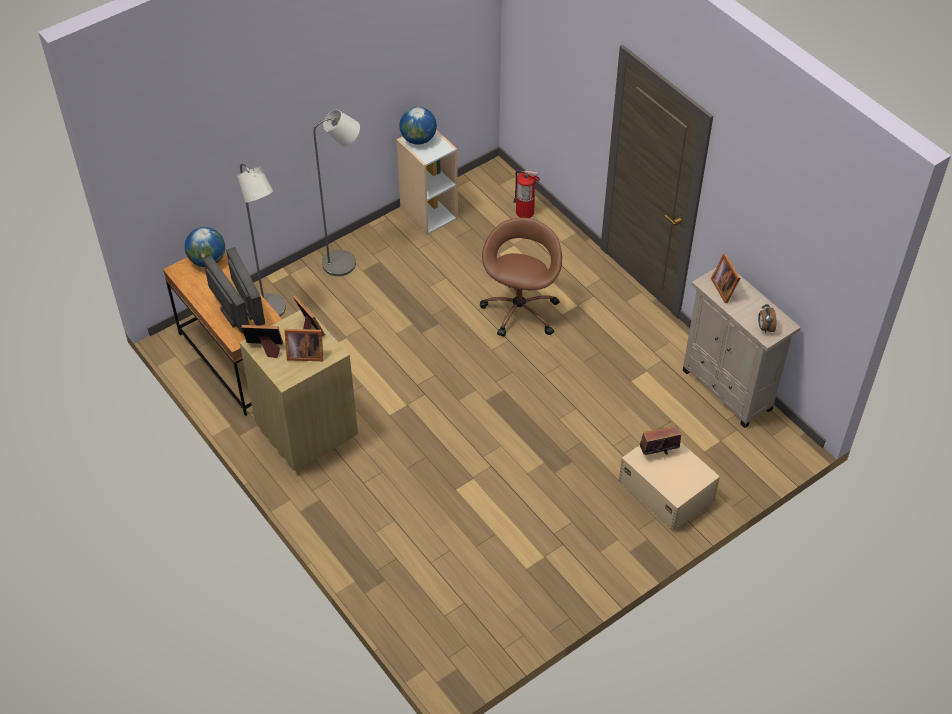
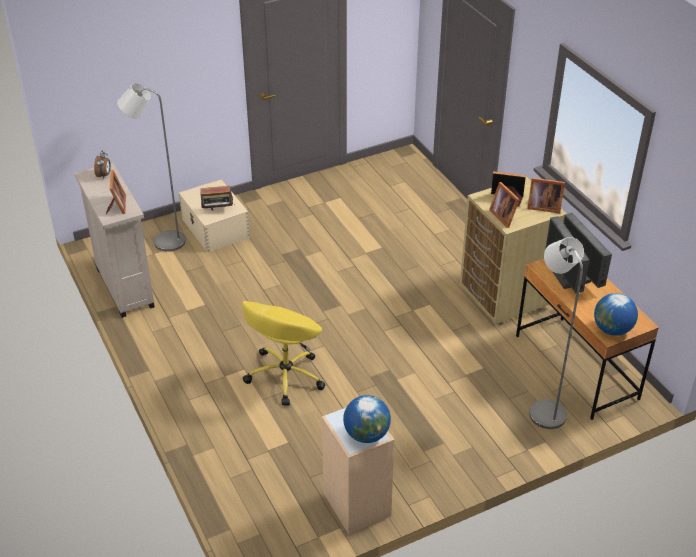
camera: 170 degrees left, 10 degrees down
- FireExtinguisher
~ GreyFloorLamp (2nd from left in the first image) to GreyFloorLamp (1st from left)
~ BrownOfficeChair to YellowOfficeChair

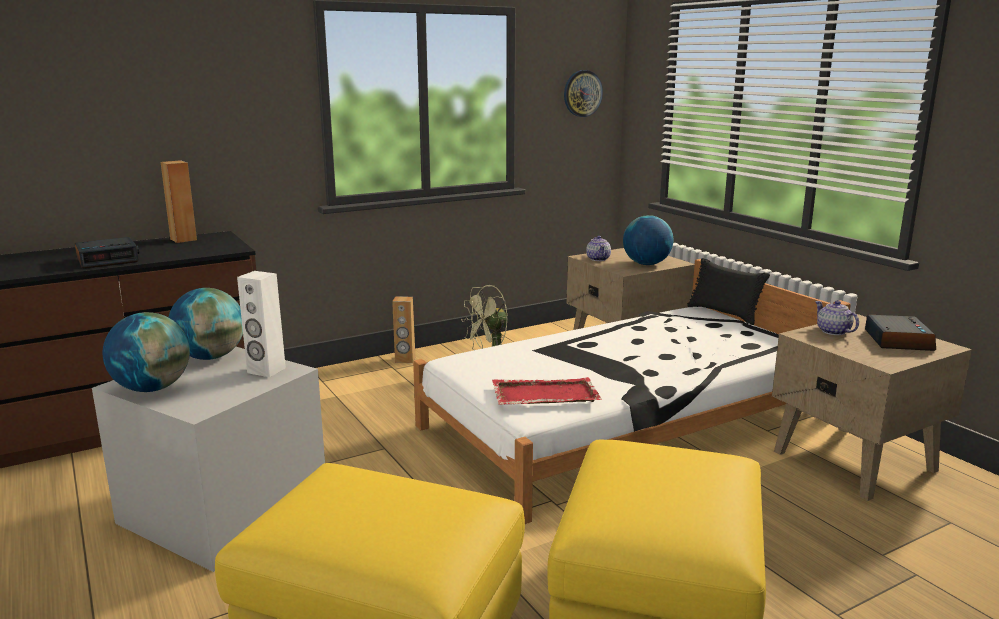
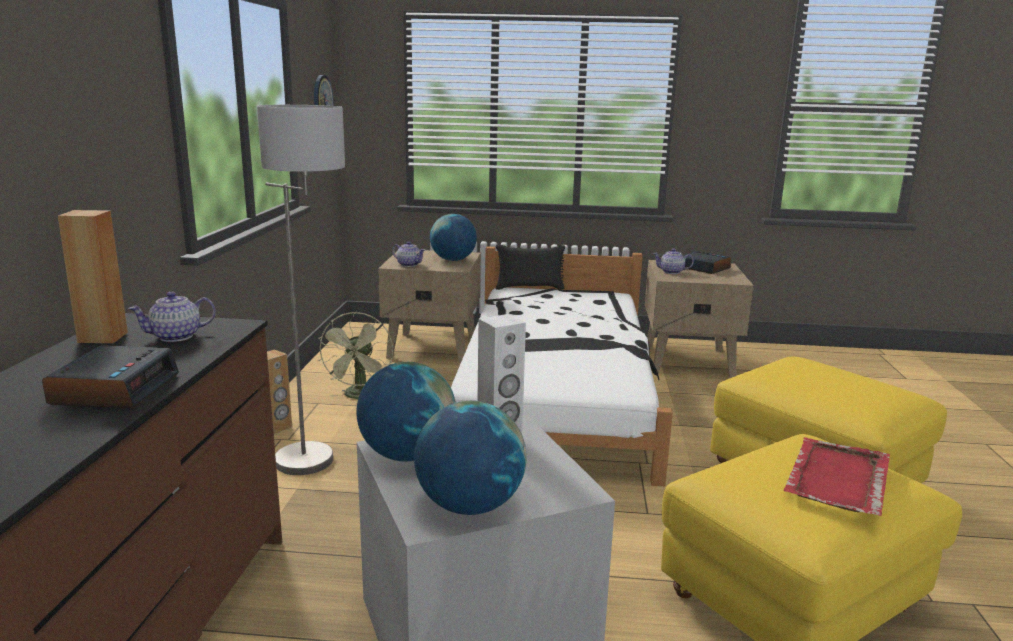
camera: 55 degrees left, 0 degrees up
+ Teapot (1st from left)
+ GreyFloorLamp
~ RedTray

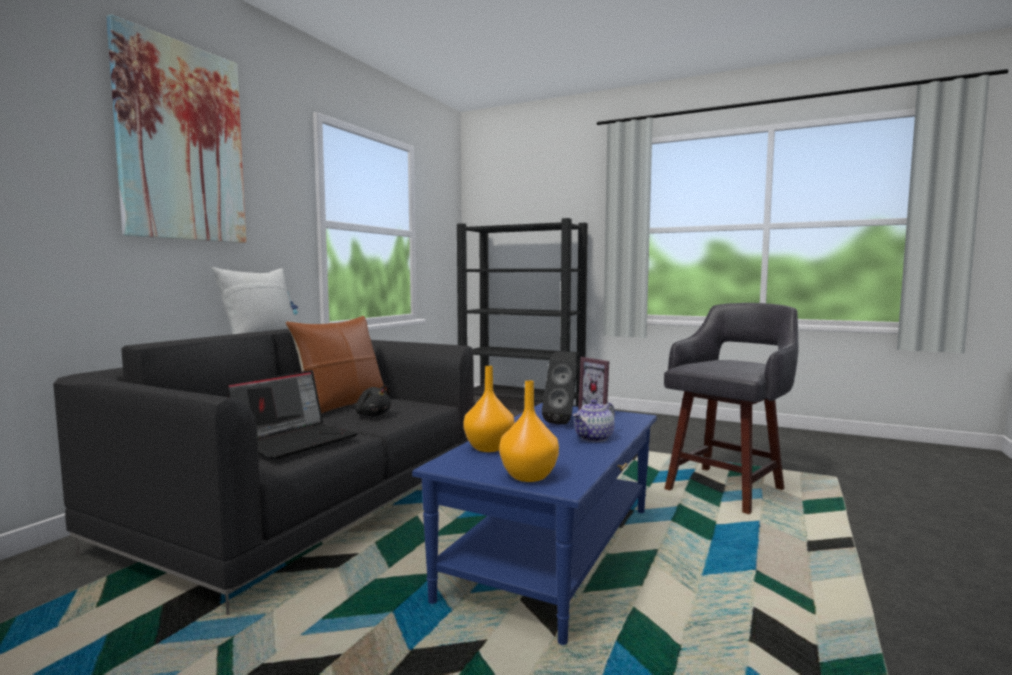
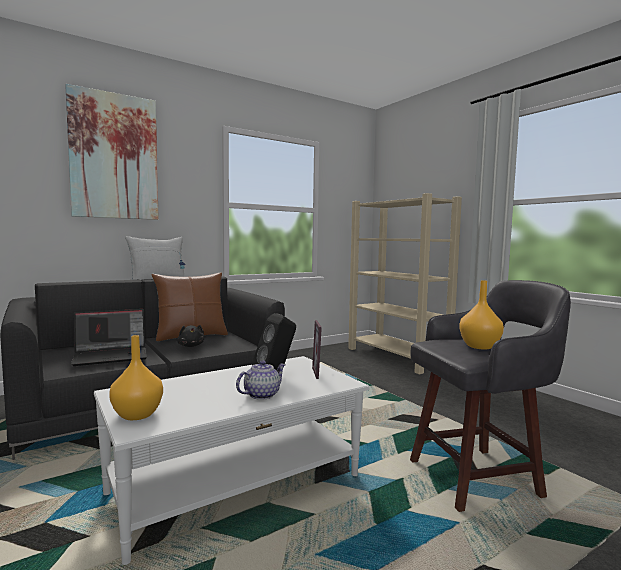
camera: 30 degrees right, 0 degrees up
~ OrangeVase (1st from left in the first image) to OrangeVase (2nd from left)
~ BlueCoffeeTable to WhiteCoffeeTable
~ BlackBookcase to BeigeBookcase
~ Teapot 150 degrees clockwise

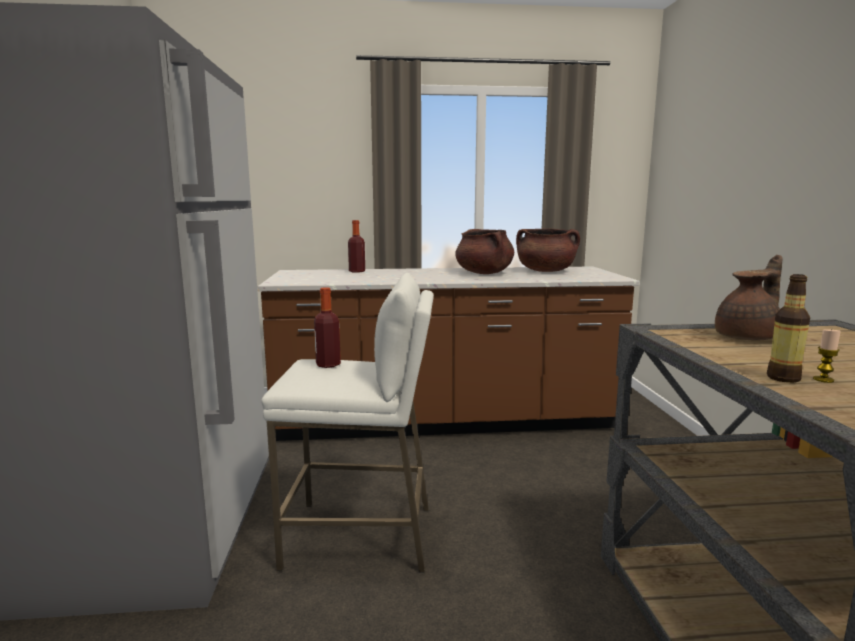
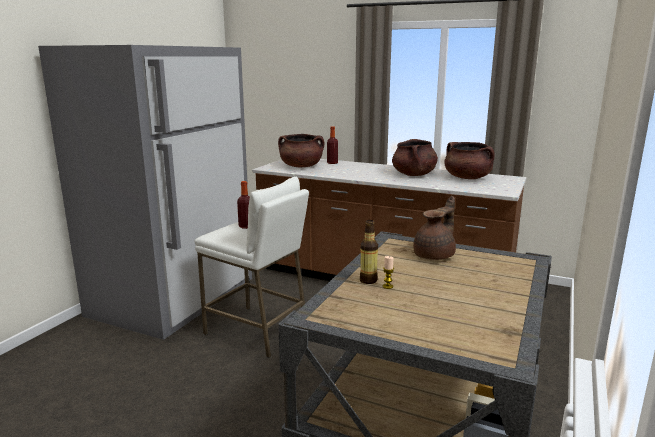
camera: 30 degrees right, 5 degrees up
+ BrownCookingPot (1st from left)
~ BrownTeapot 45 degrees counterclockwise

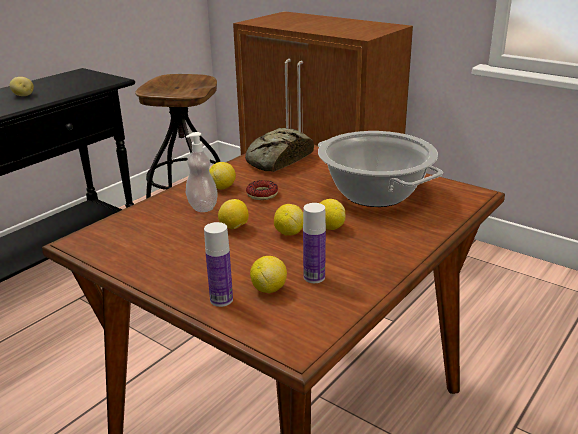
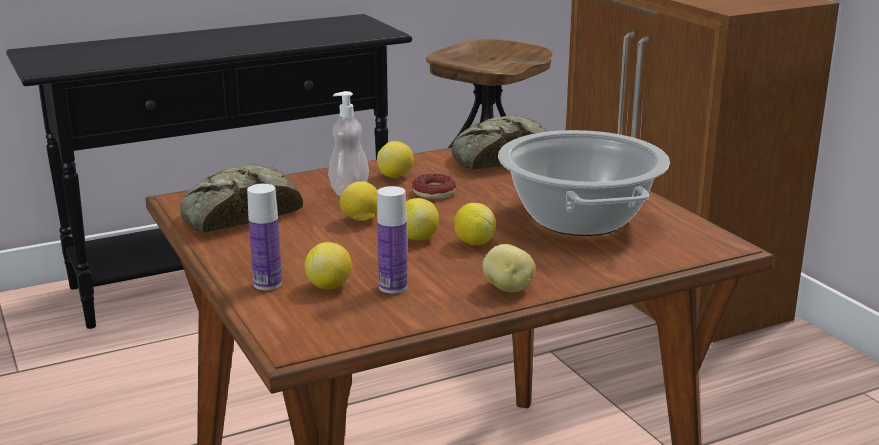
camera: 25 degrees right, 5 degrees down
+ Bread (1st from left)
~ Potato

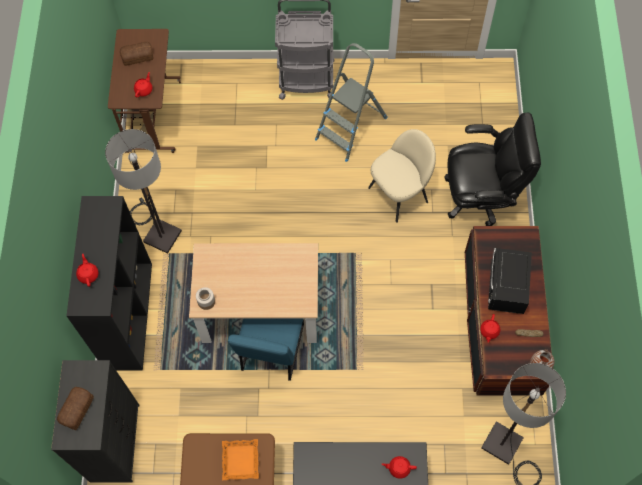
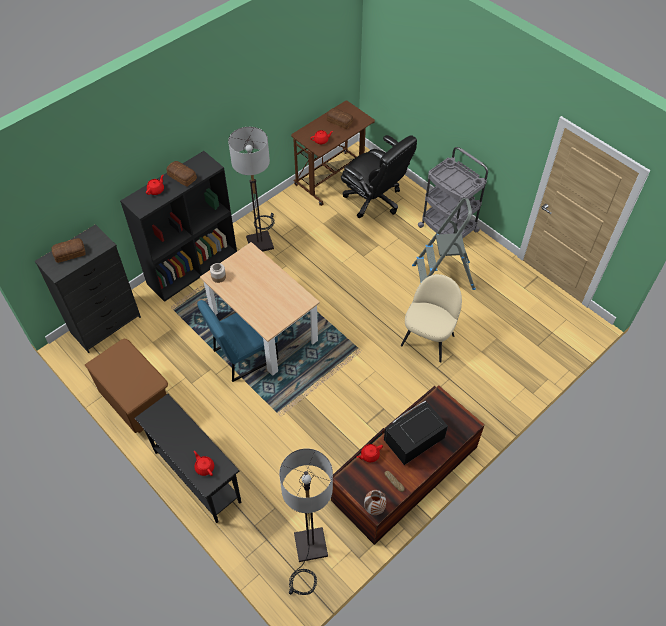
camera: 45 degrees right, 10 degrees down
- OrangeTray
+ Bread (2nd from left)
~ BlackOfficeChair
~ BeigeChair 75 degrees counterclockwise

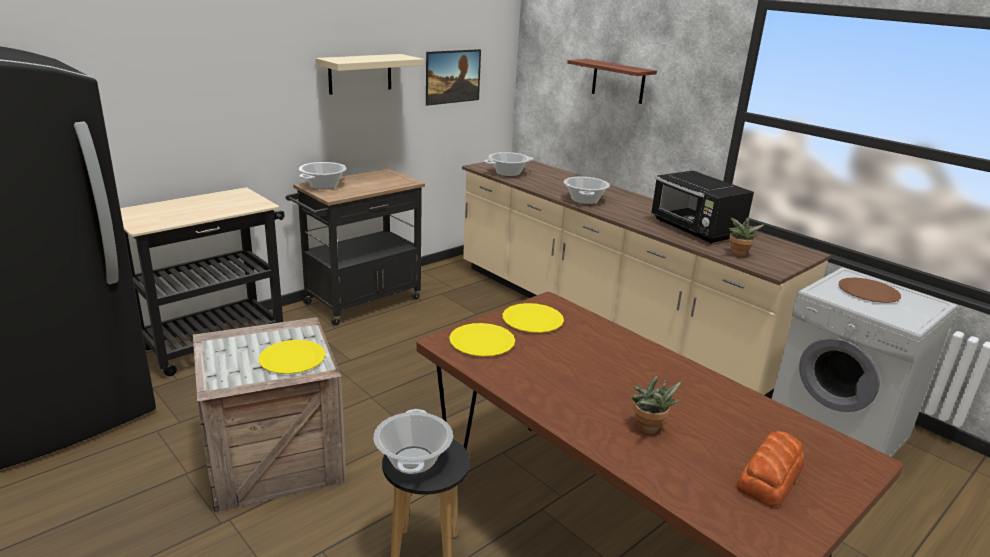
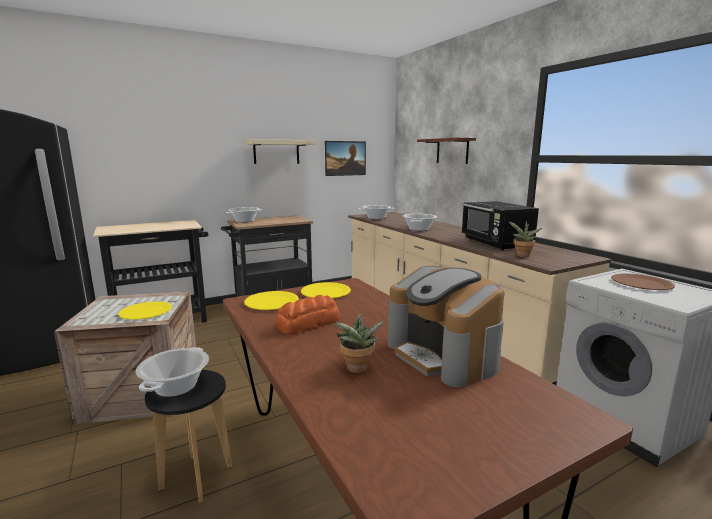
camera: 15 degrees right, 10 degrees down
+ CoffeeMachine
~ Bread

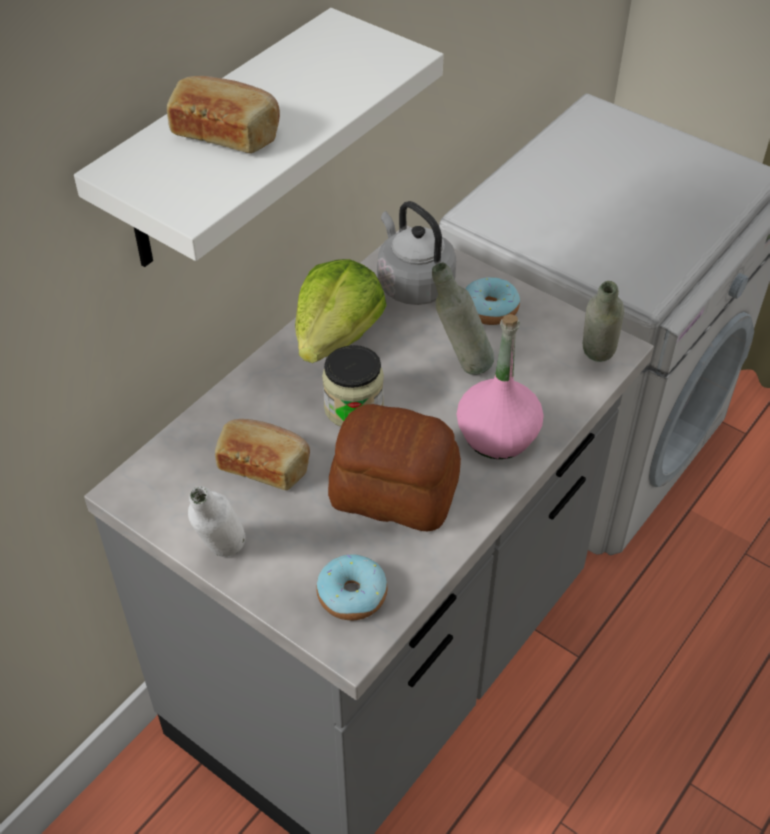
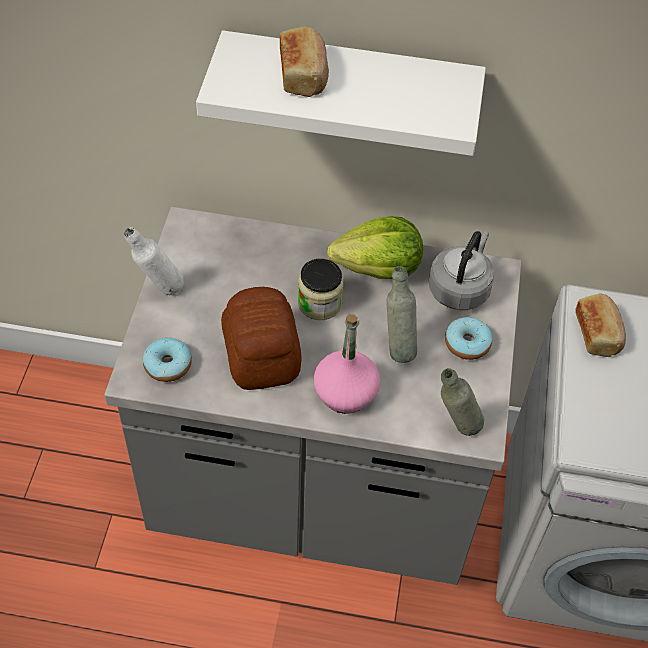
camera: 60 degrees right, 5 degrees up
~ Bread (2nd from left in the first image) to Bread (3rd from left)

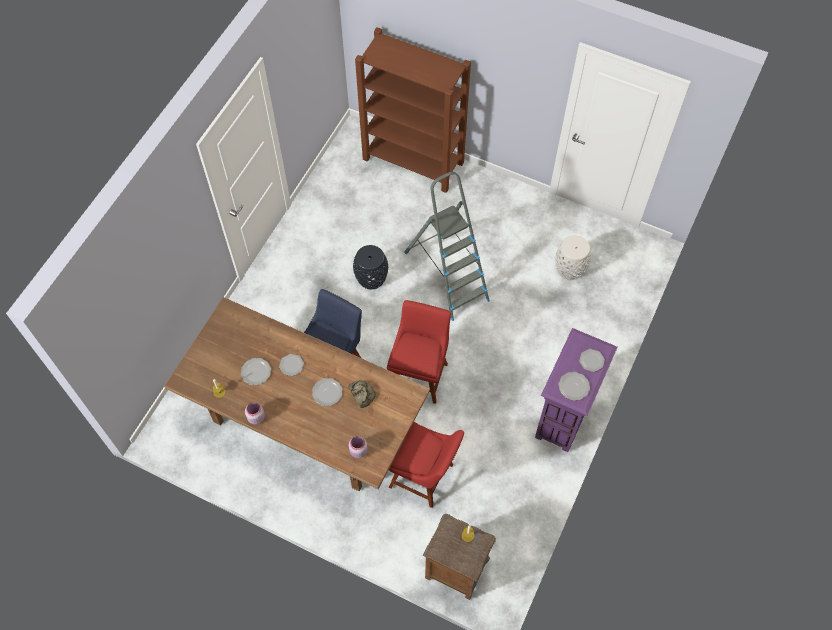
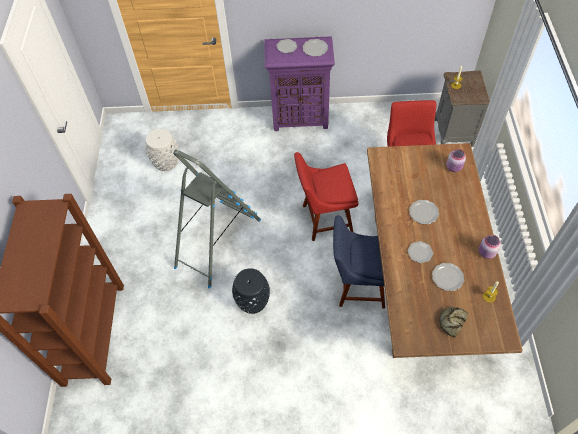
camera: 115 degrees left, 5 degrees down
~ Bread

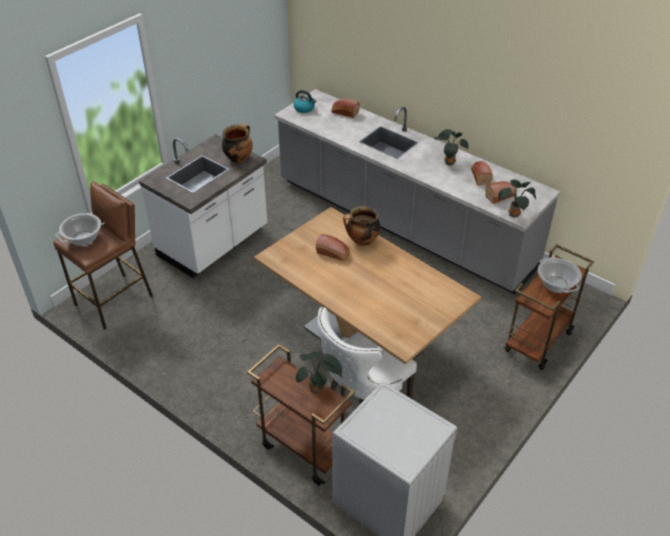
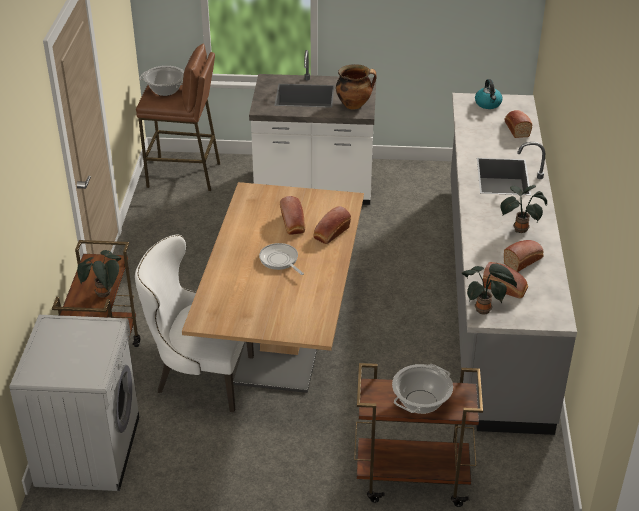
camera: 55 degrees right, 5 degrees down
+ FryingPan
~ CookingPot (3rd from left) to Bread (2nd from left)

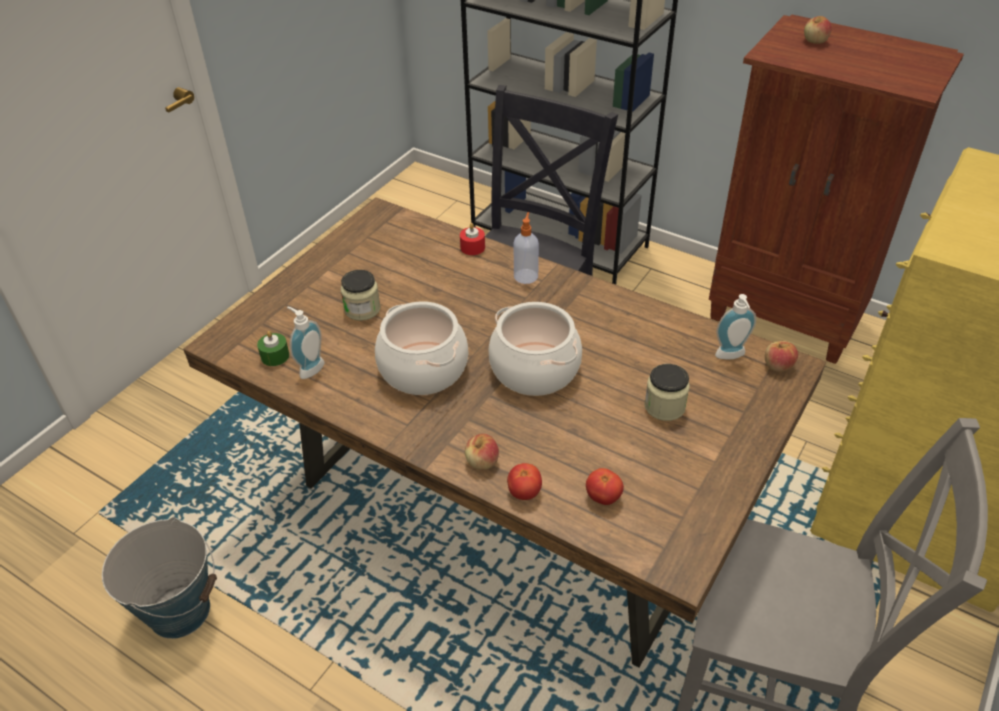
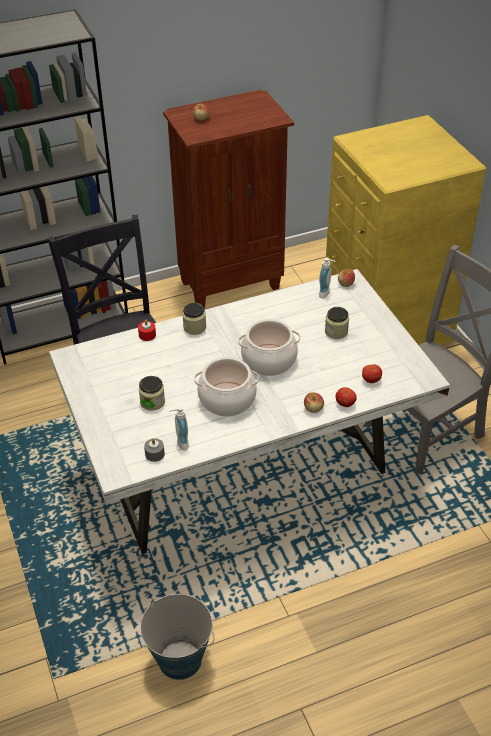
camera: 55 degrees left, 0 degrees up
~ SoapDispenser (2nd from left) to Jar (2nd from left)
~ BrownDiningTable to WhiteDiningTable
~ GreenCandle to GreyCandle

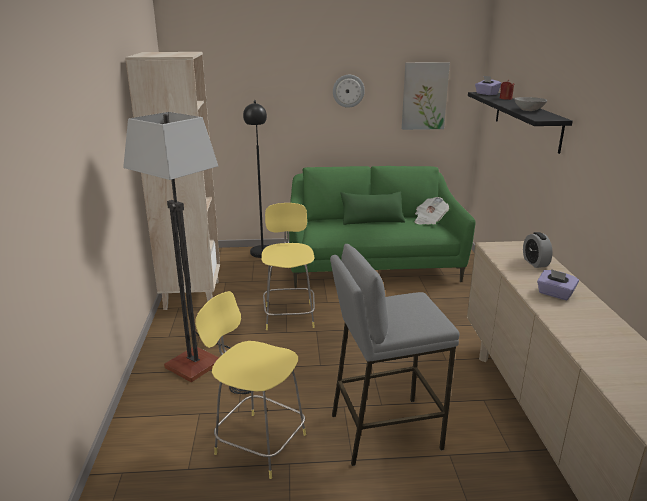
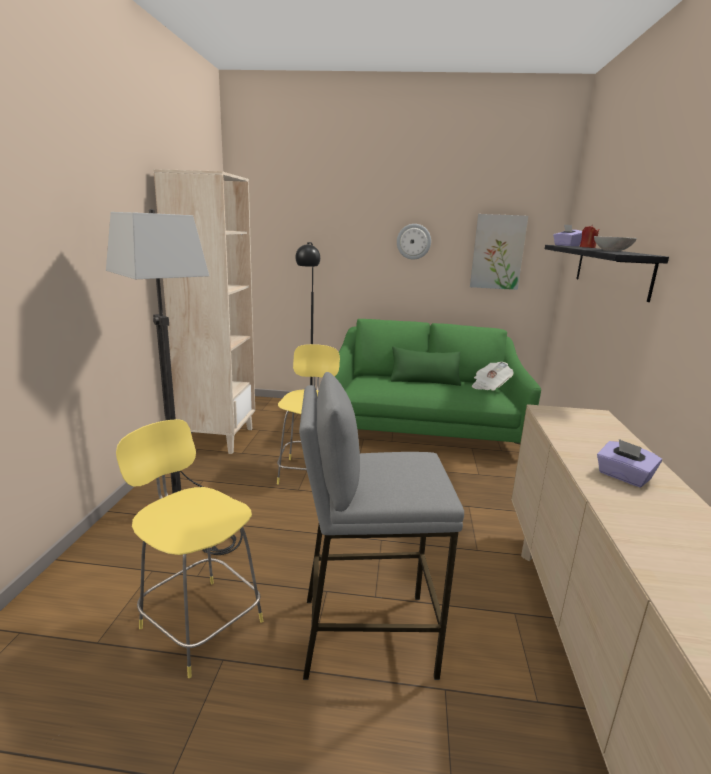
camera: 10 degrees right, 5 degrees down
- AlarmClock

